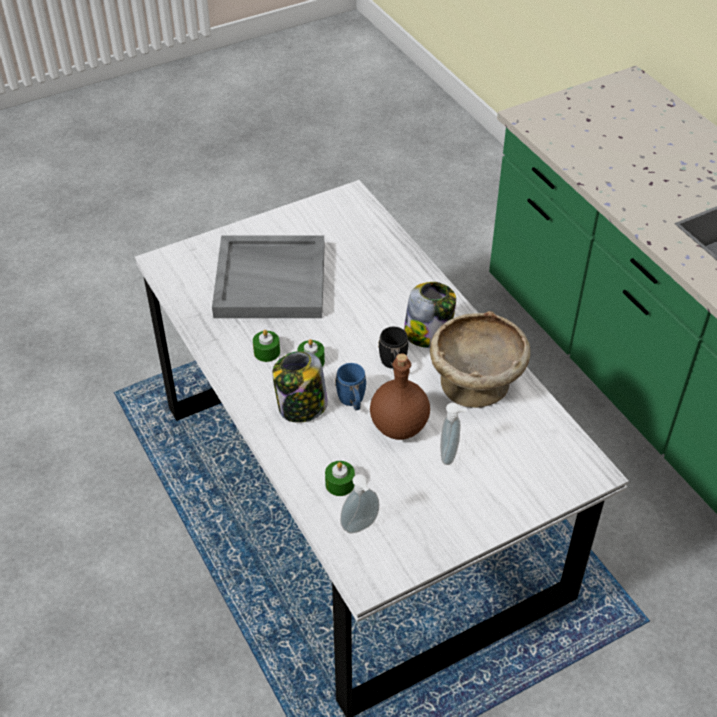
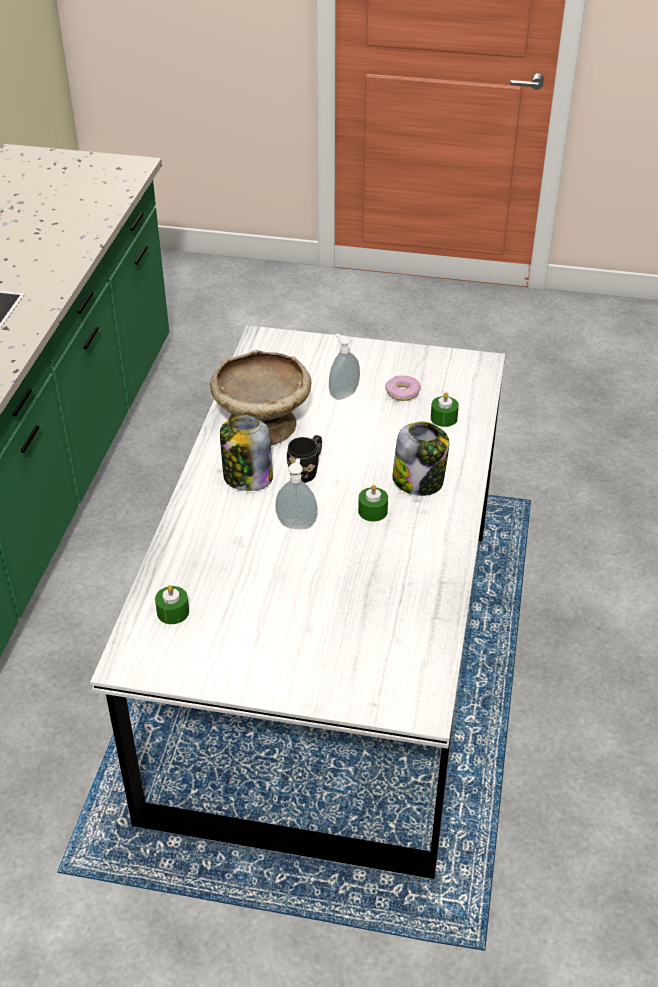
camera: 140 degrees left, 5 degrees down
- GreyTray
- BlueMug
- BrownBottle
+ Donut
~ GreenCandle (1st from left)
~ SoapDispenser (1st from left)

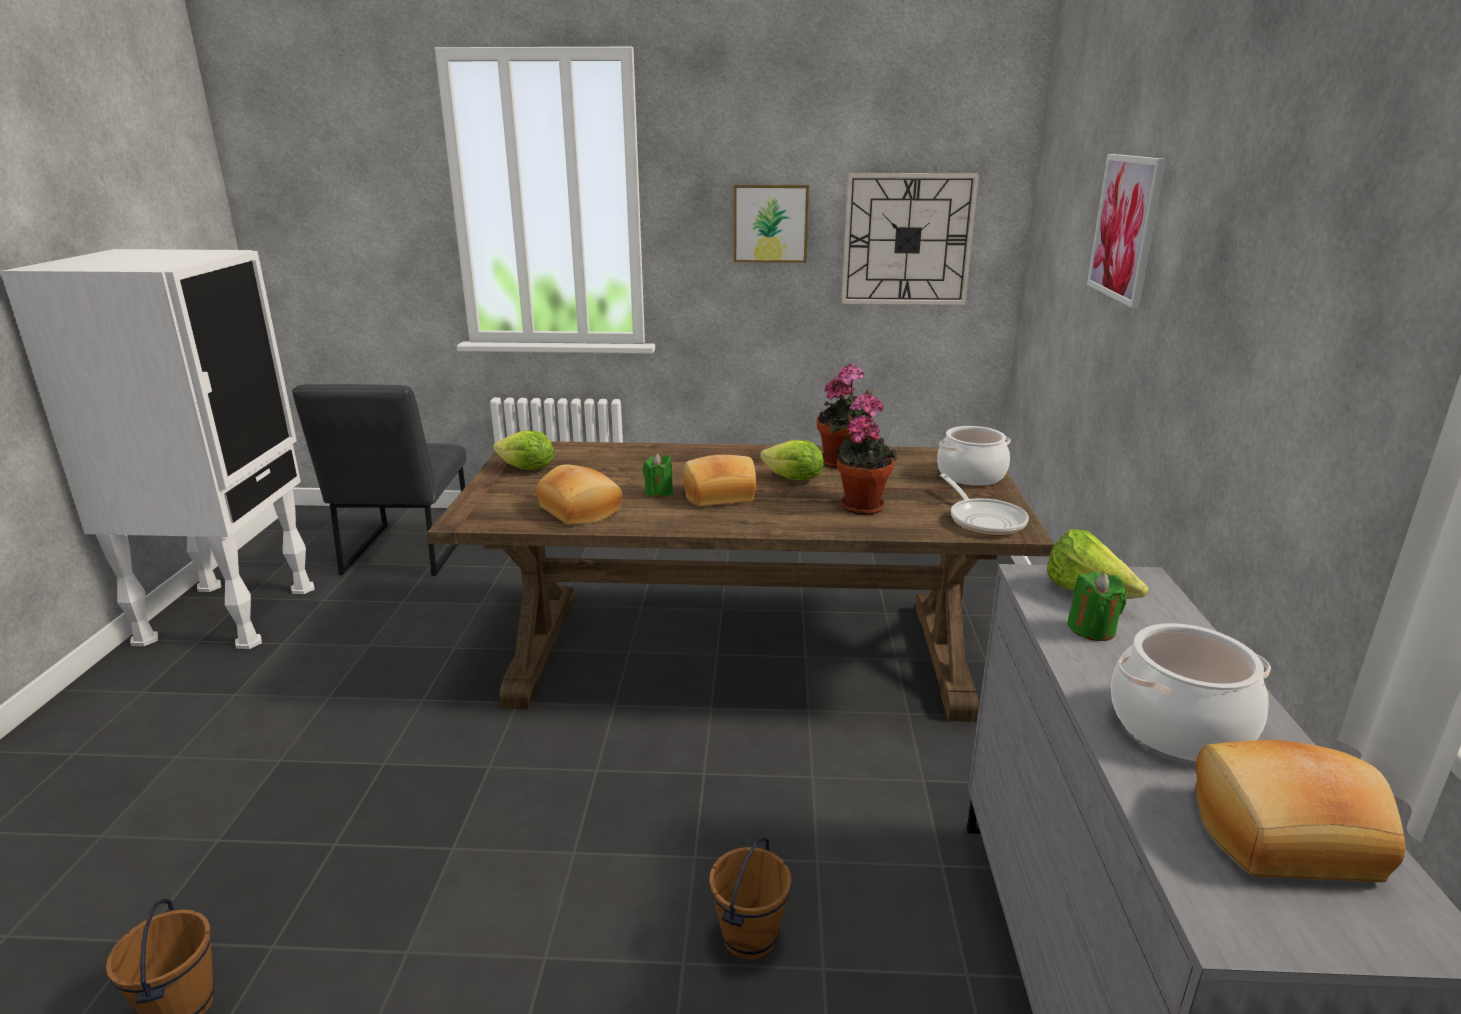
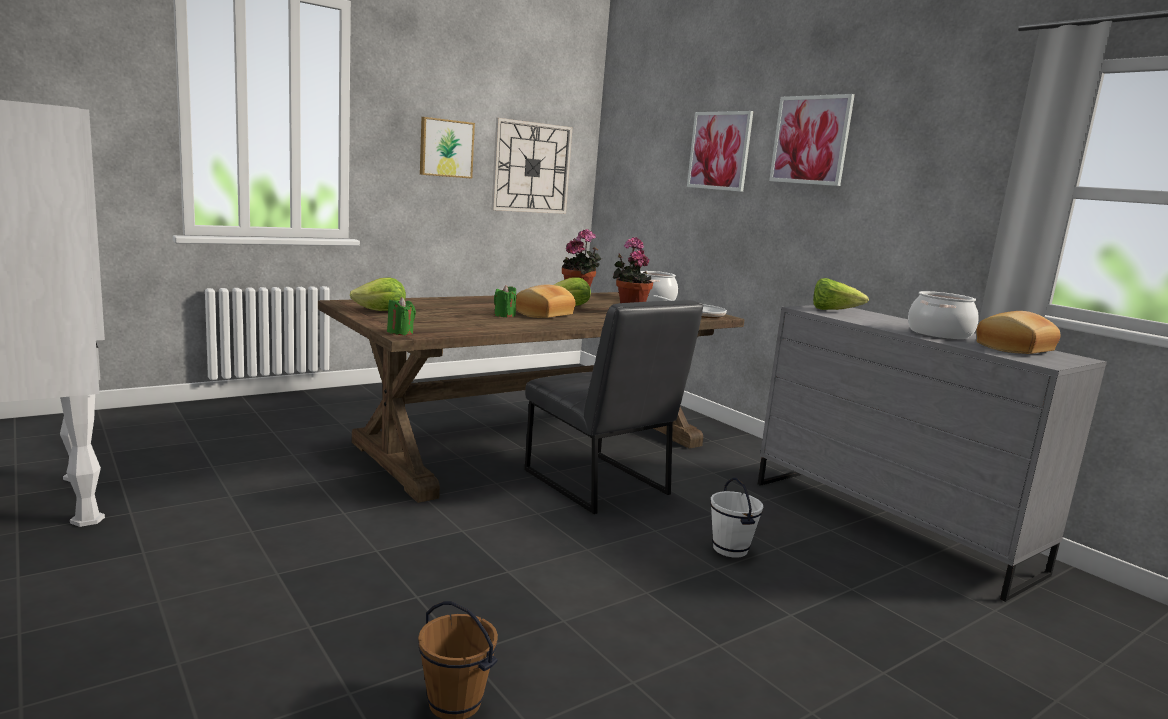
camera: 40 degrees left, 10 degrees down
- Bread (1st from left)
+ Picture (3rd from left)
~ GreyChair
~ GreenCandle (2nd from left in the first image) to GreenCandle (1st from left)
~ BrownBucket (2nd from left) to WhiteBucket

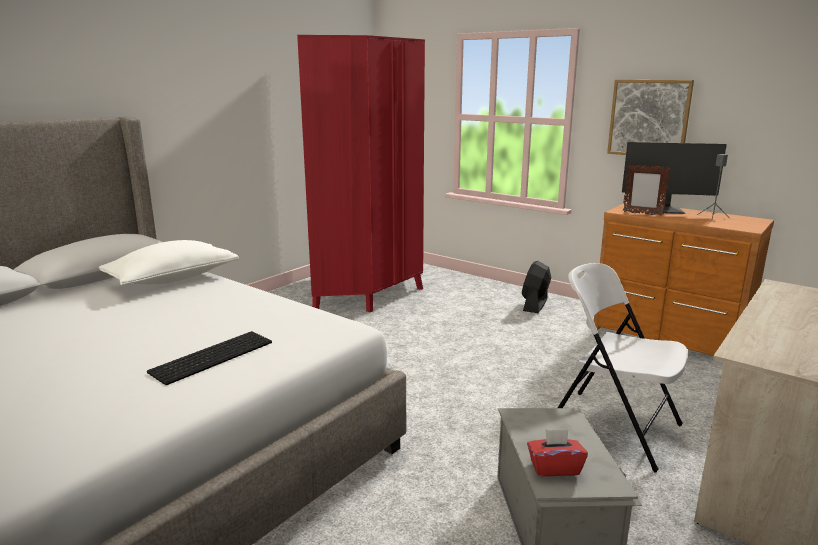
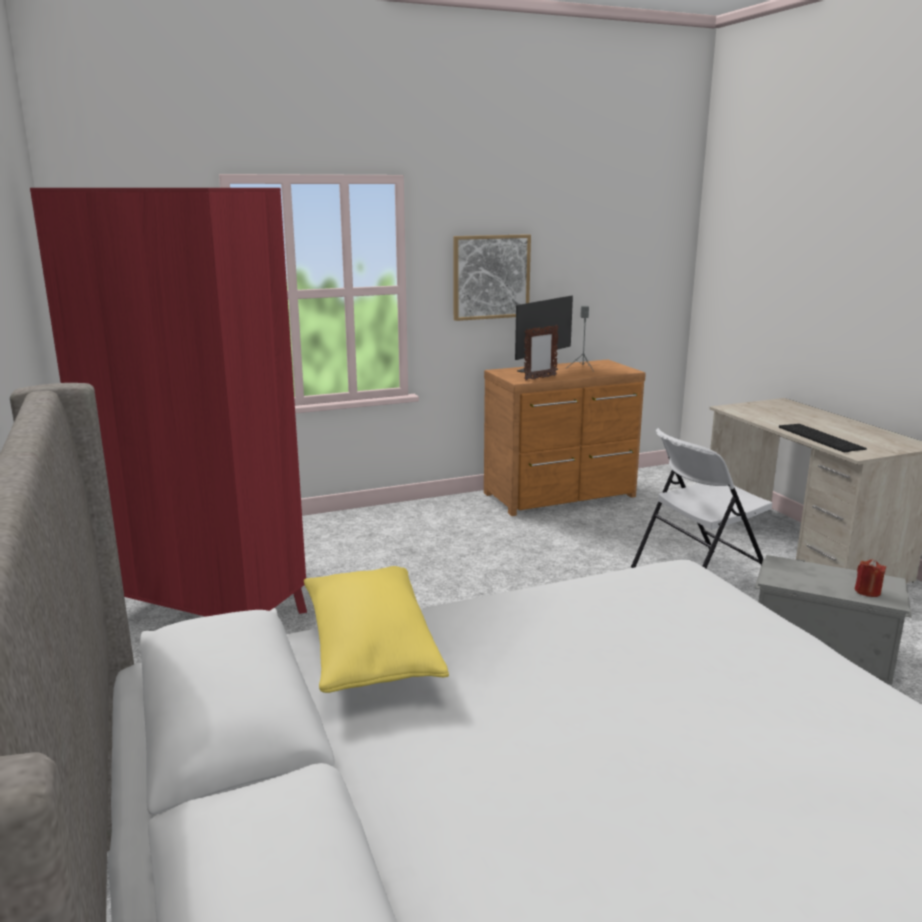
camera: 60 degrees left, 0 degrees up
- BlackFan
~ Keyboard
~ RedTissueBox to RedCandle
~ WhitePillow to YellowPillow

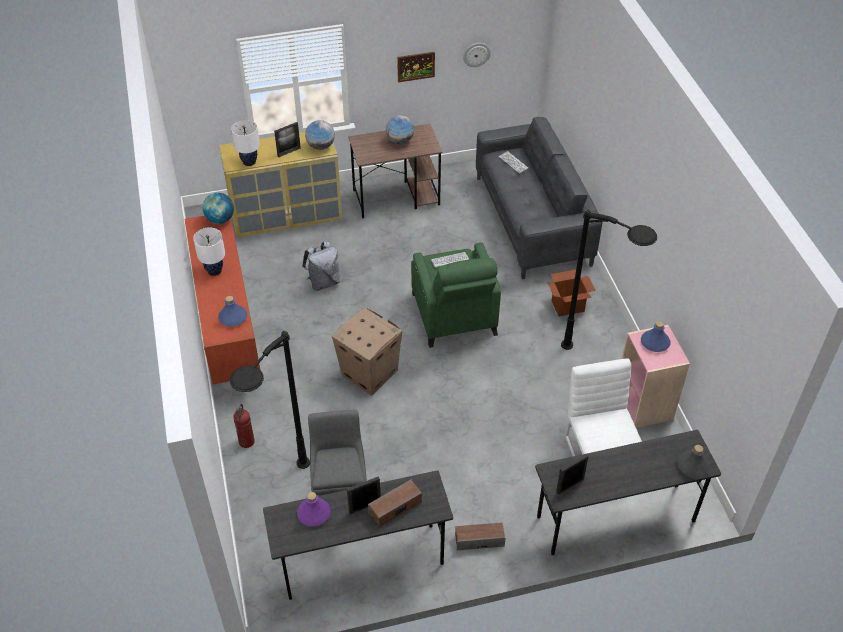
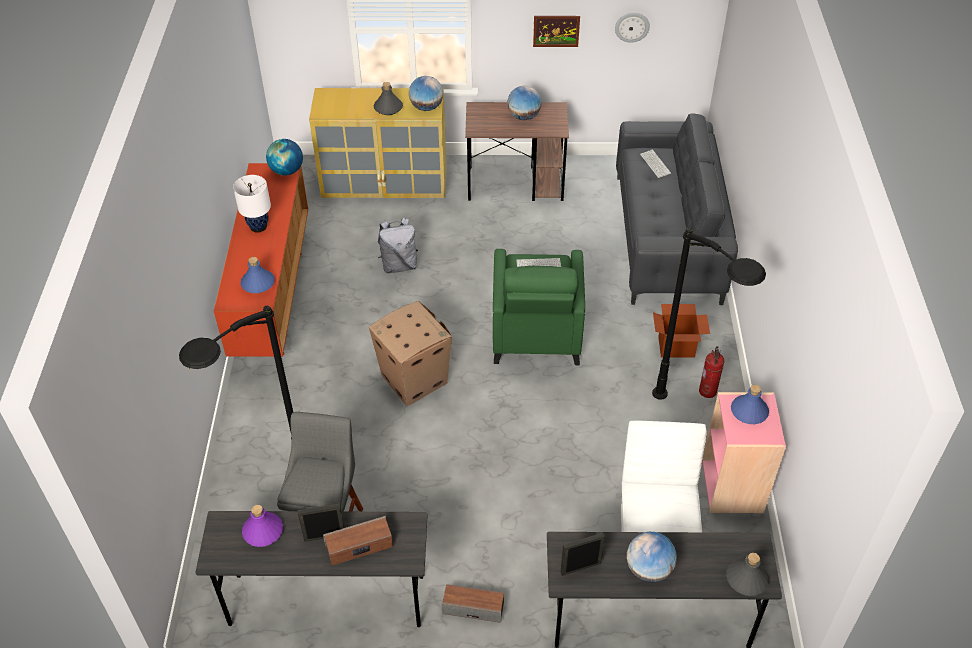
camera: 15 degrees right, 0 degrees up
- WhiteTableLamp (2nd from left)
+ Globe (4th from left)
~ FireExtinguisher
~ PictureFrame (1st from left) to GreyBottle (1st from left)

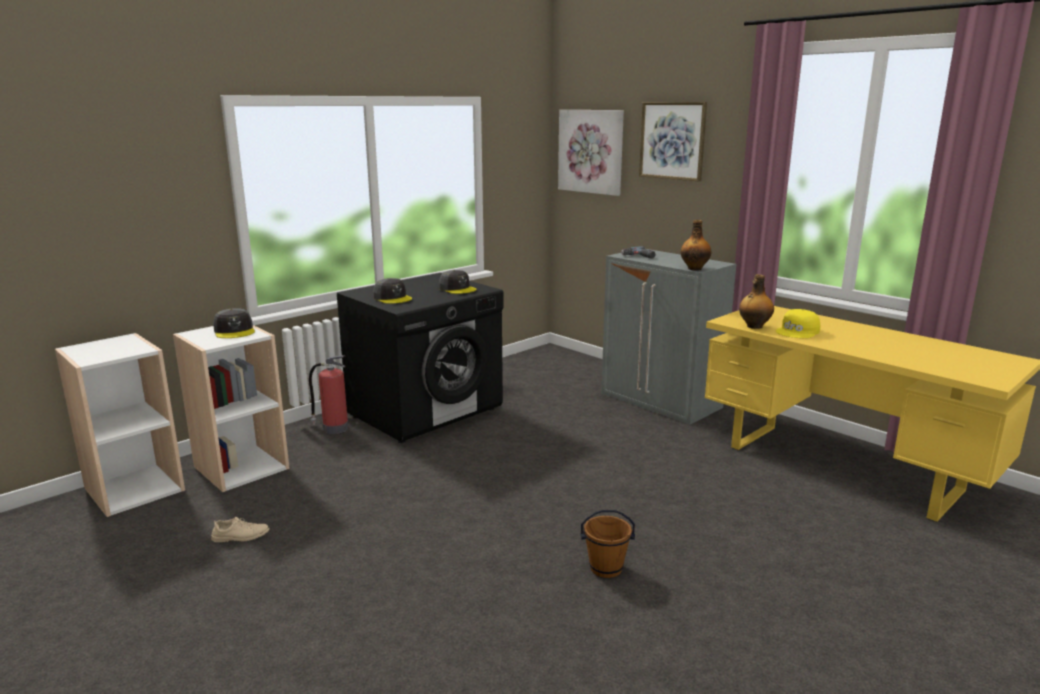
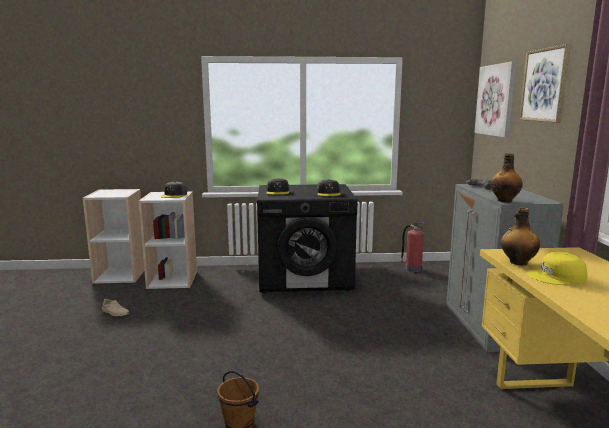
camera: 40 degrees right, 5 degrees down
~ FireExtinguisher

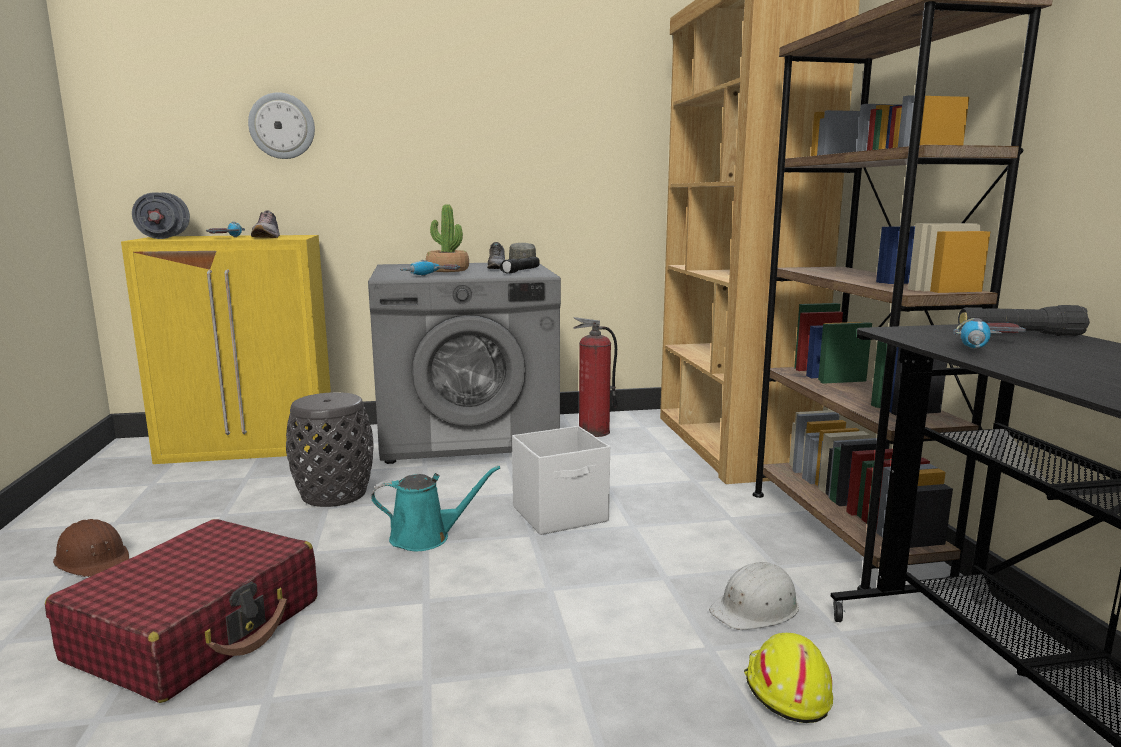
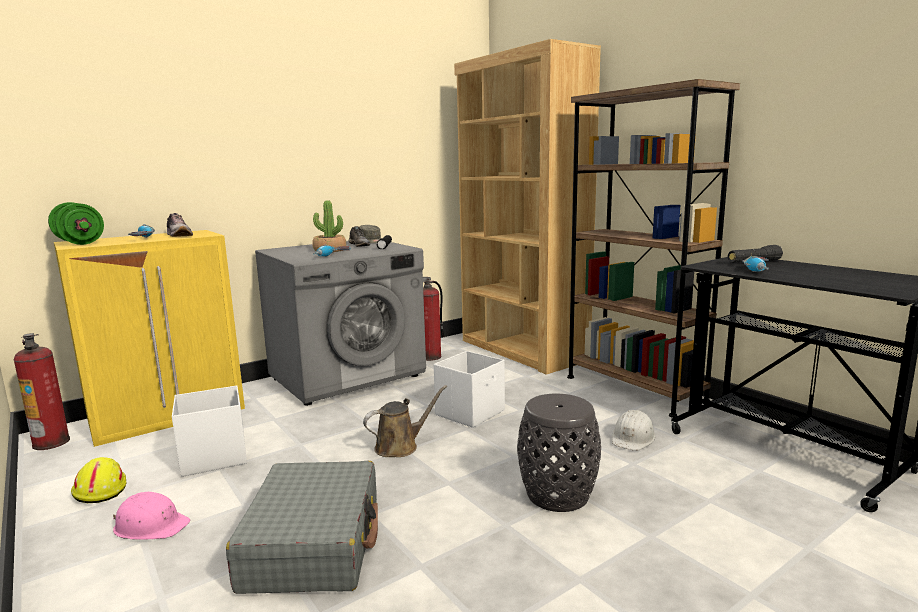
camera: 25 degrees left, 0 degrees up
- WallClock
+ FireExtinguisher (1st from left)
+ WhiteStorageBox (1st from left)
~ GreyStool
~ YellowHardHat
~ RedSuitcase to GreySuitcase
~ BrownHardHat to PinkHardHat
~ GreyDumbbell to GreenDumbbell
~ TurquoiseWateringCan to BrownWateringCan

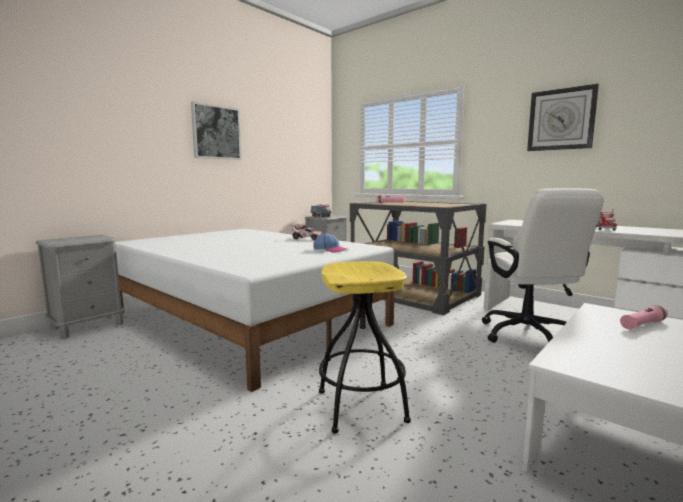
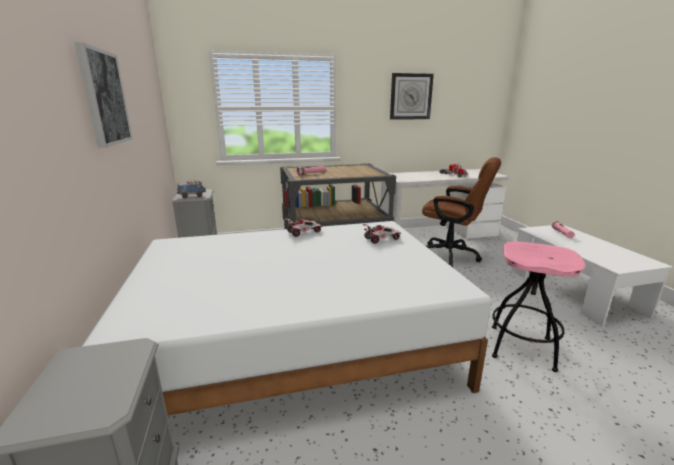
camera: 55 degrees left, 10 degrees up
~ Cap to ToyCar (2nd from left)
~ YellowStool to PinkStool
~ WhiteOfficeChair to BrownOfficeChair

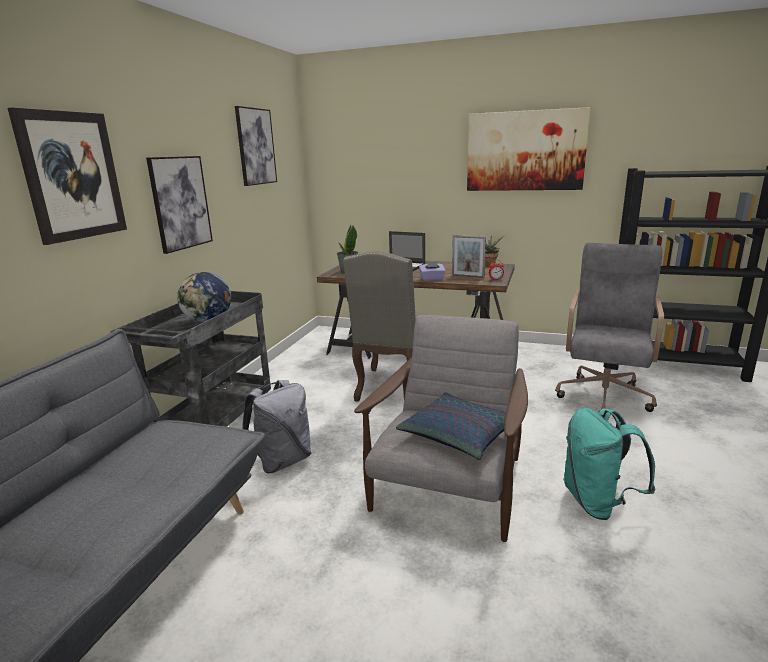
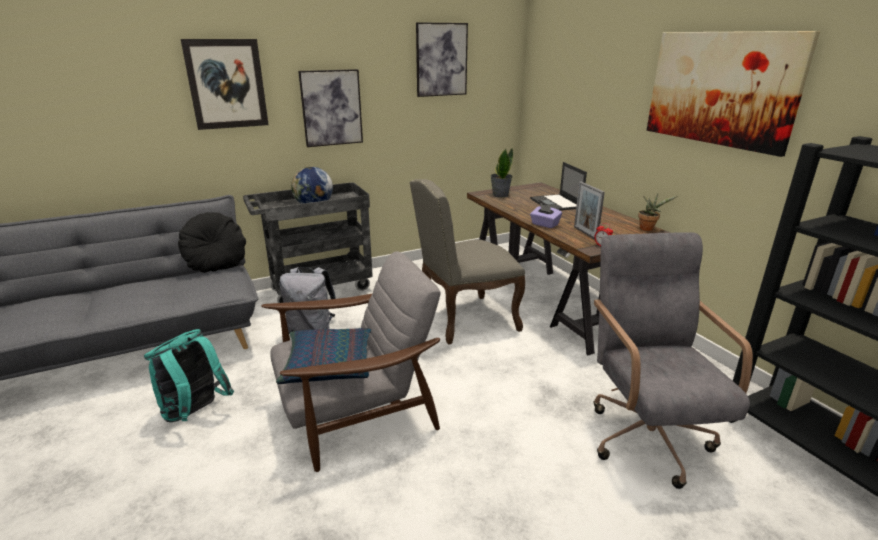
camera: 45 degrees right, 5 degrees up
+ BlackPillow
~ TurquoiseBackpack
~ GreyOfficeChair 75 degrees counterclockwise

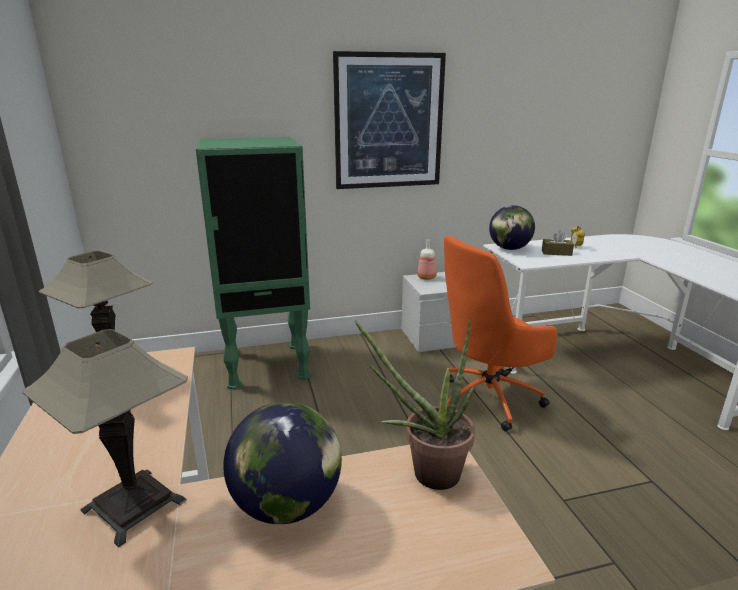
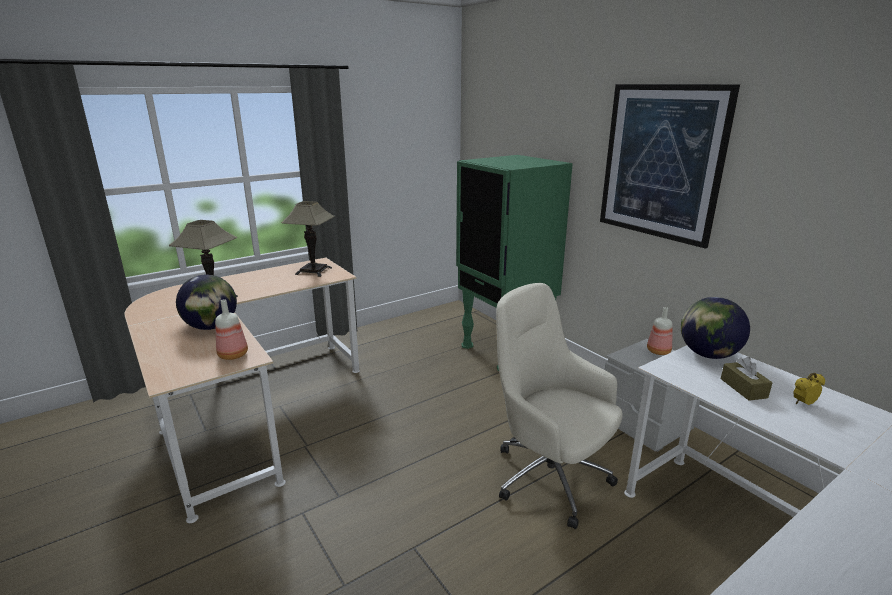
camera: 70 degrees right, 0 degrees up
~ PottedPlant to Bottle (1st from left)
~ OrangeOfficeChair to BeigeOfficeChair

